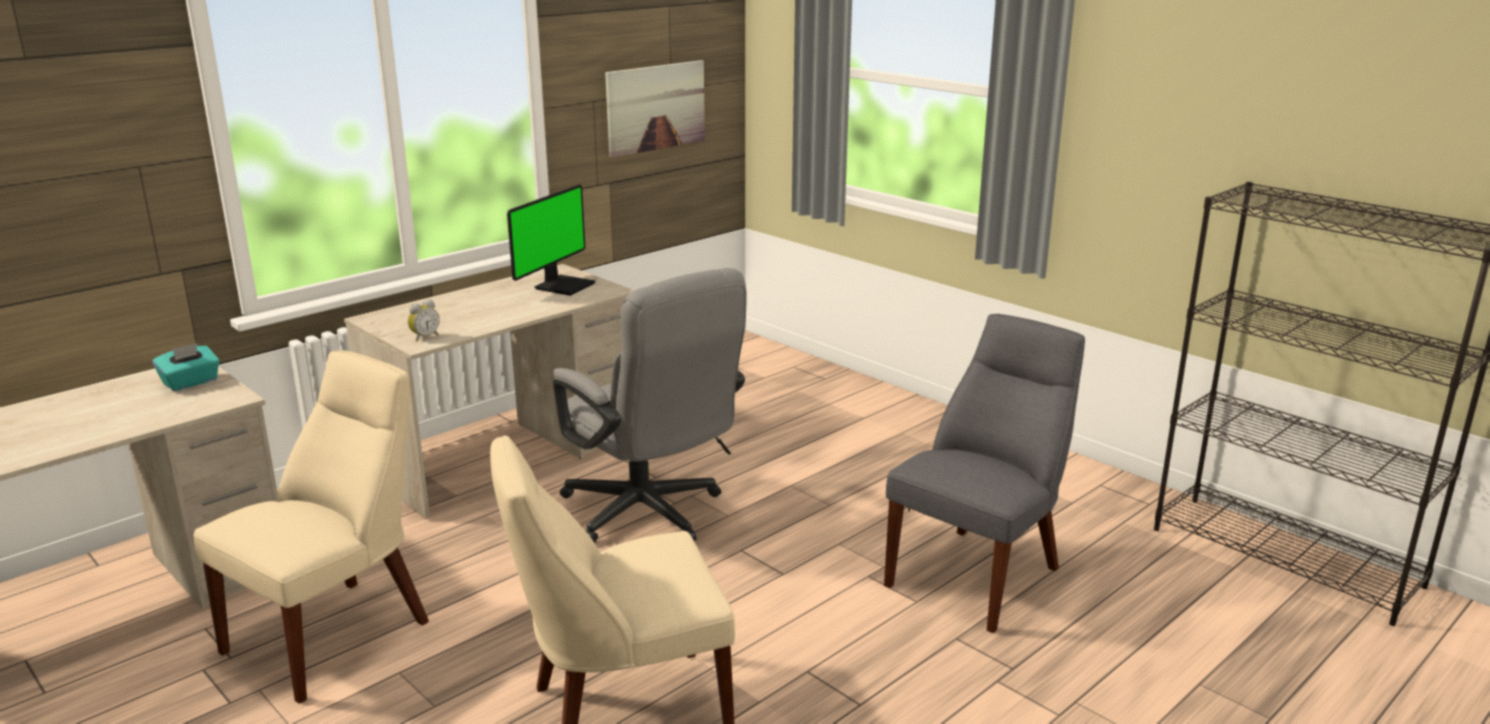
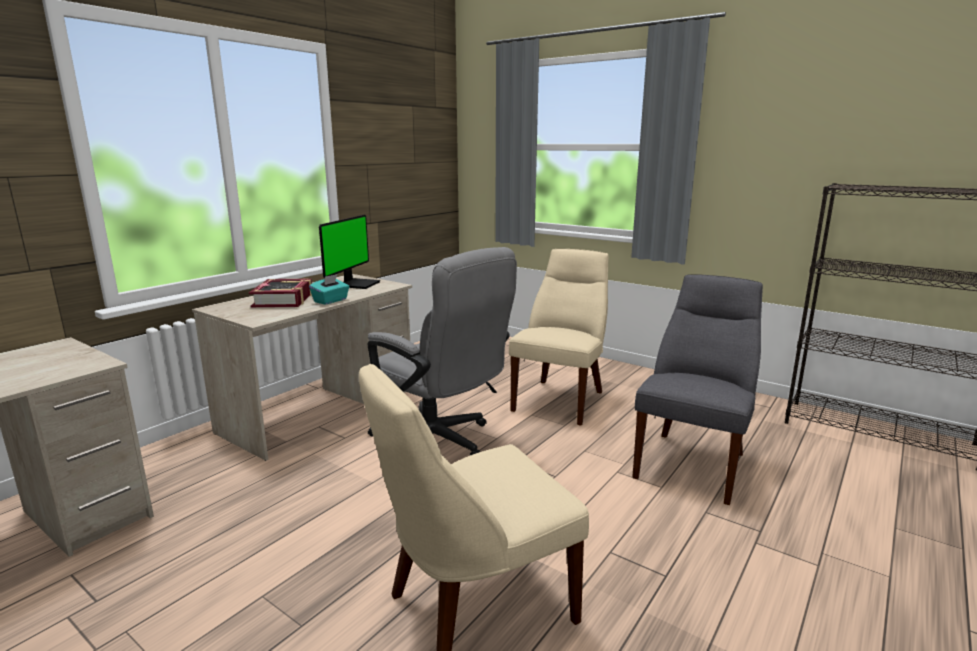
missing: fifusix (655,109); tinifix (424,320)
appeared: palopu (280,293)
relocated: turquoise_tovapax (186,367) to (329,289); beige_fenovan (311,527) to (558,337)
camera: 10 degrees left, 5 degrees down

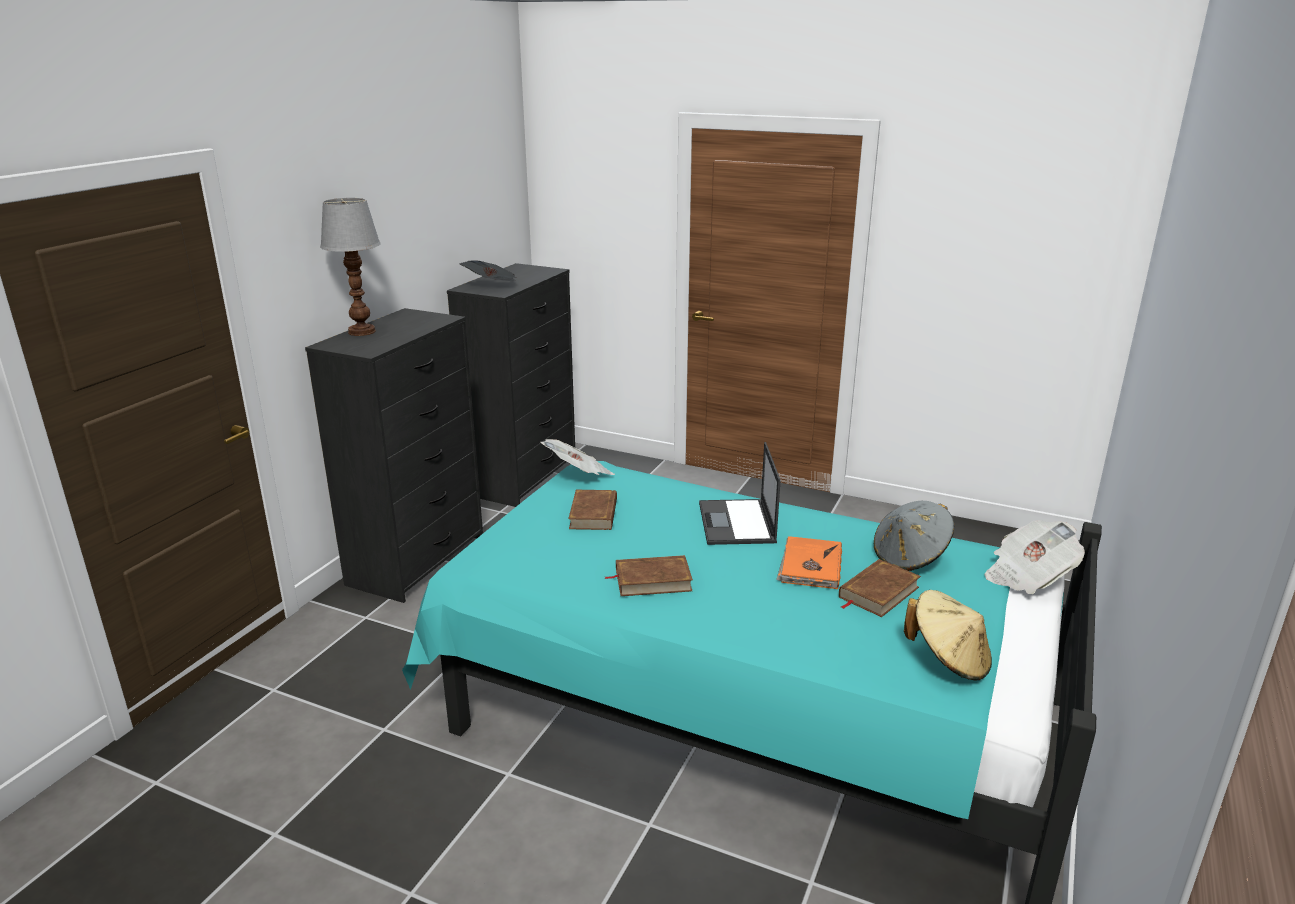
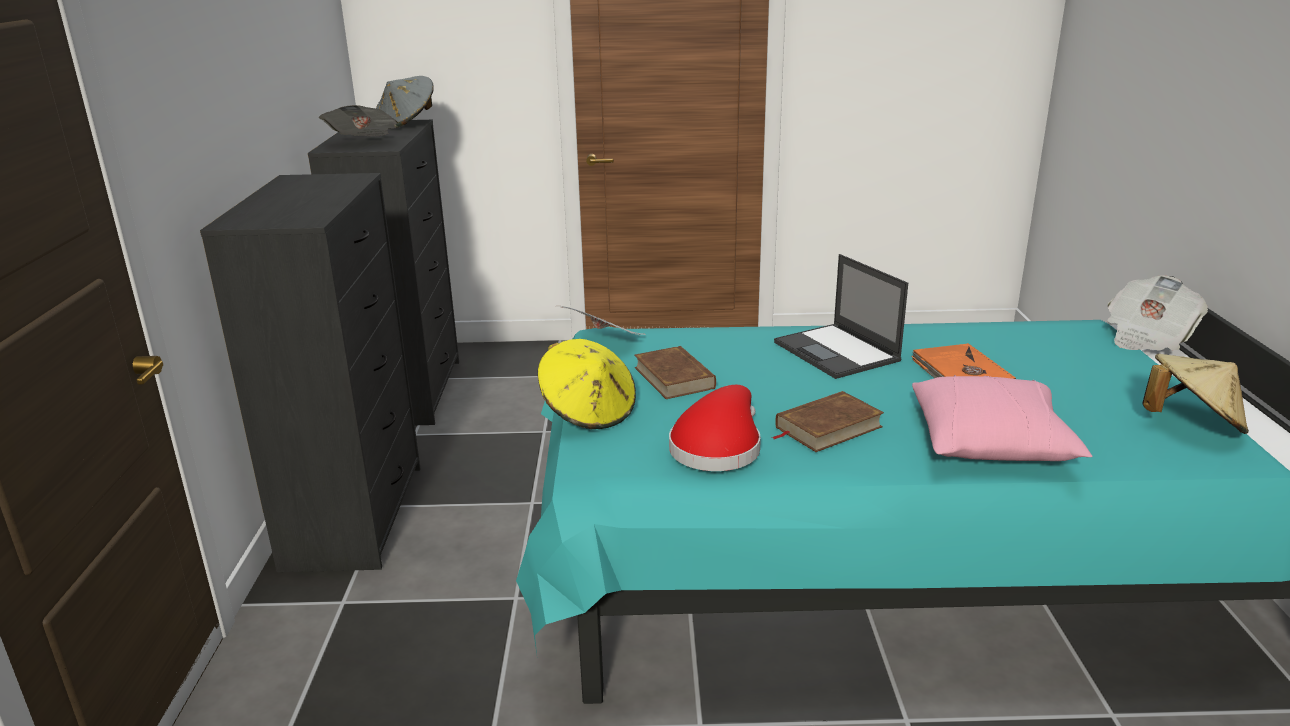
missing: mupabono (350,267); brown_palopu (880,588)
appeared: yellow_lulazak (587,384); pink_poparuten (1002,418); red_lulazak (715,428)
relocated: grey_lulazak (914,536) to (405,102)
camera: 25 degrees left, 0 degrees up

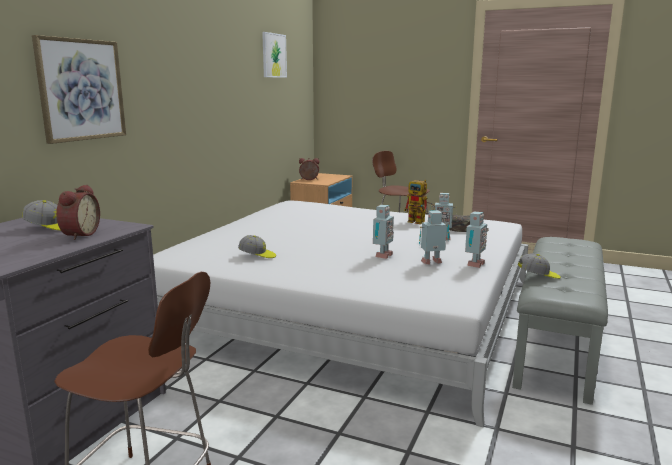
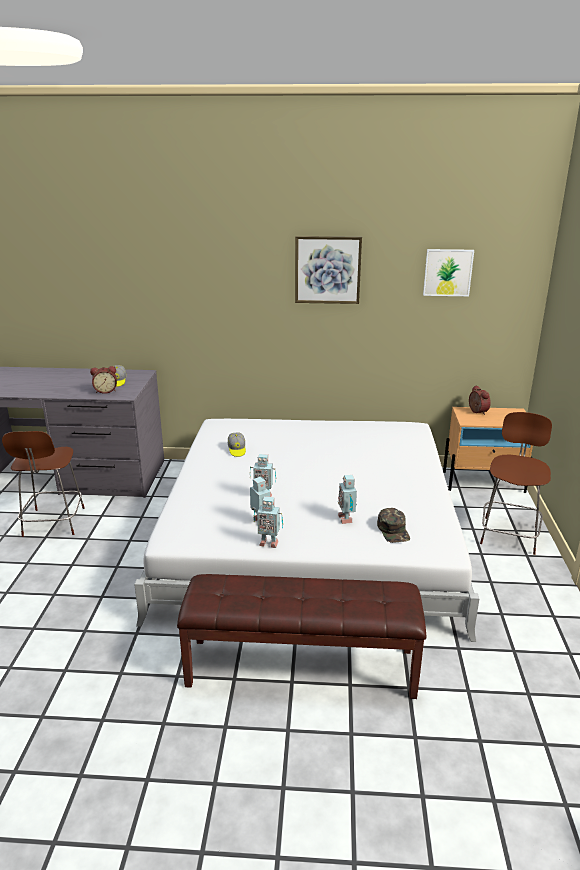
missing: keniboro (419,202); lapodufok (539,266)
relocated: fifusix (79,89) to (328,270)
colour: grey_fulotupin (560,321) to brown_fulotupin (301,636)
camera: 70 degrees right, 10 degrees up

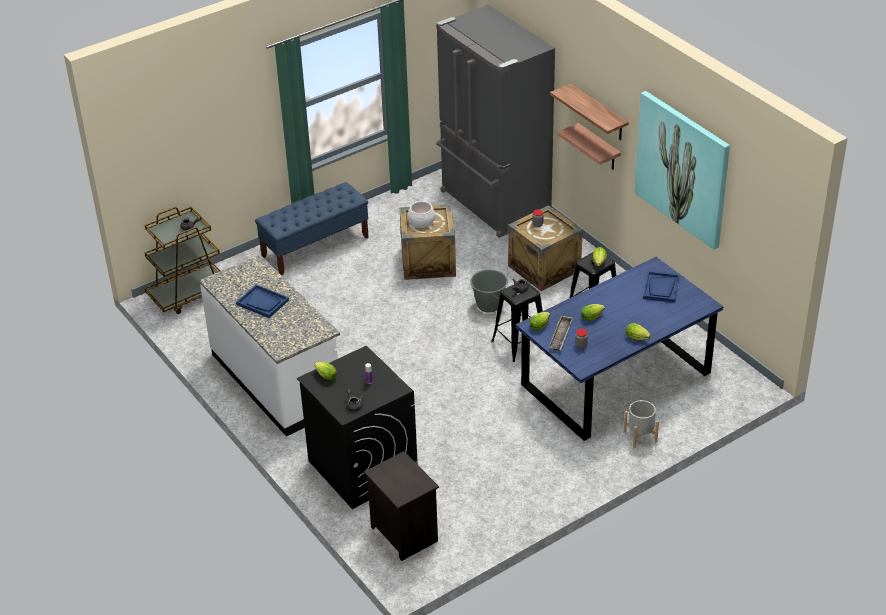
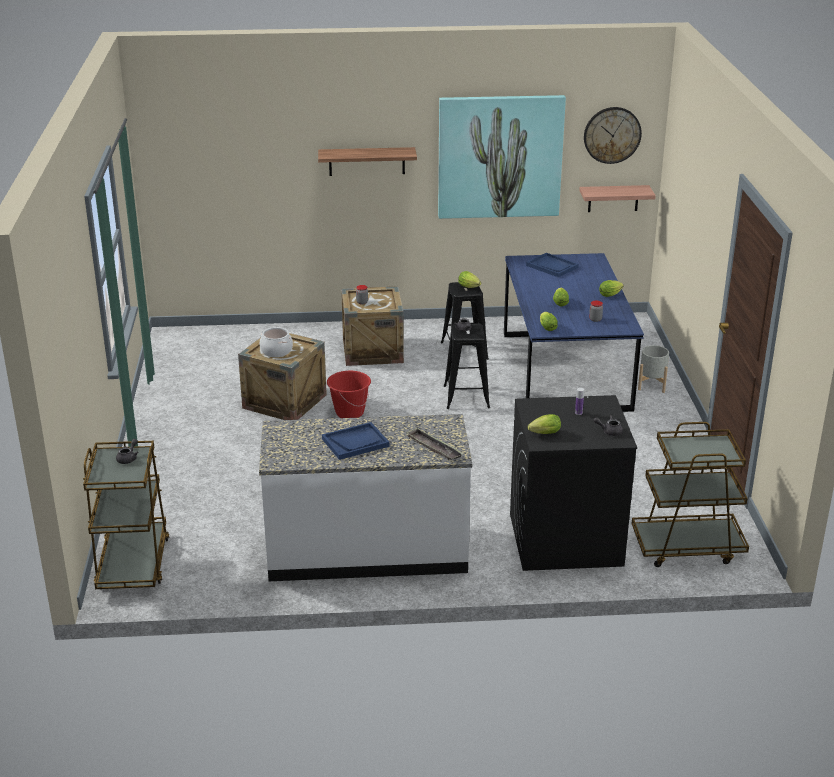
missing: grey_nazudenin (495,121); blue_fulotupin (312,228); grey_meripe (489,291)
appeared: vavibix (613,135); red_meripe (349,394)
relocated: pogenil (589,146) to (617,198); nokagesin (561,333) to (434,444)
exchanged: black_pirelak (401,506) to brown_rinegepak (690,494)
camera: 60 degrees left, 10 degrees down

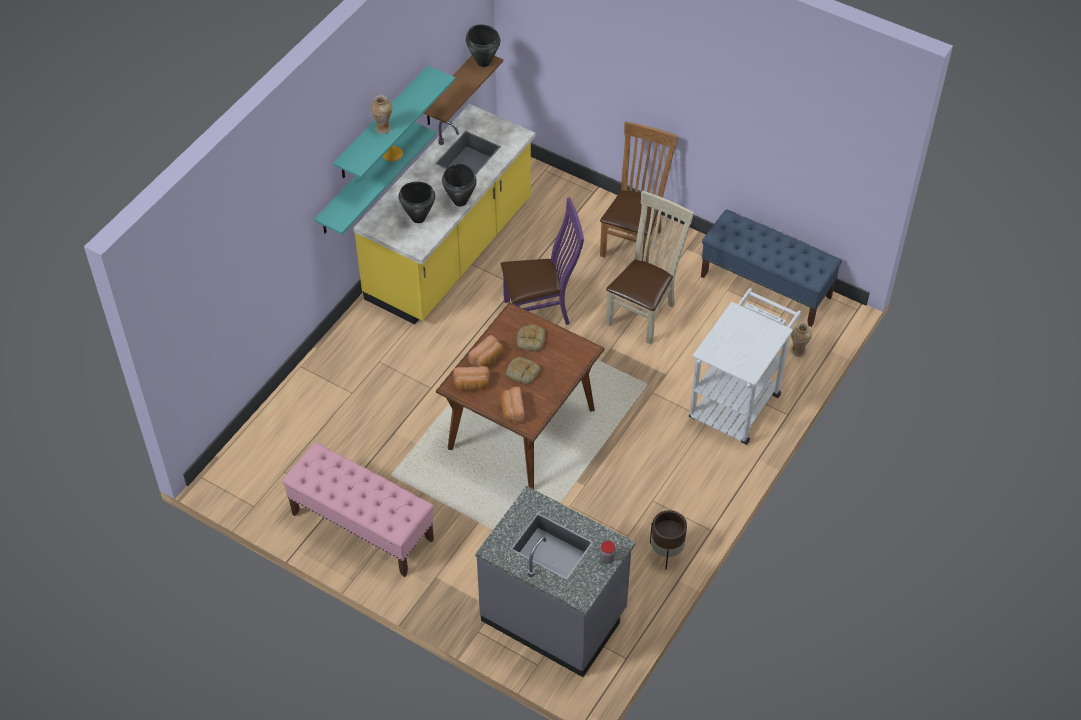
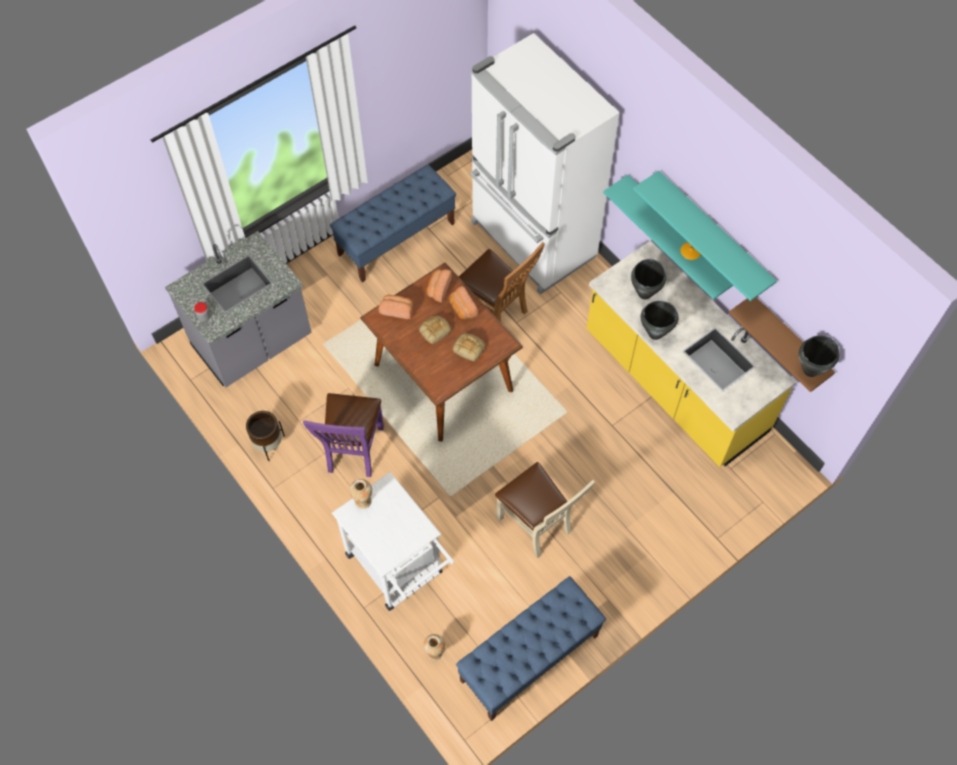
appeared: white_nazudenin (545,164)
relocated: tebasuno (381,114) to (361,494); brown_fenovan (639,192) to (502,282); purple_fenovan (542,261) to (343,435)
colour: pink_fulotupin (358,509) to blue_fulotupin (393,223)
camera: 110 degrees right, 10 degrees up

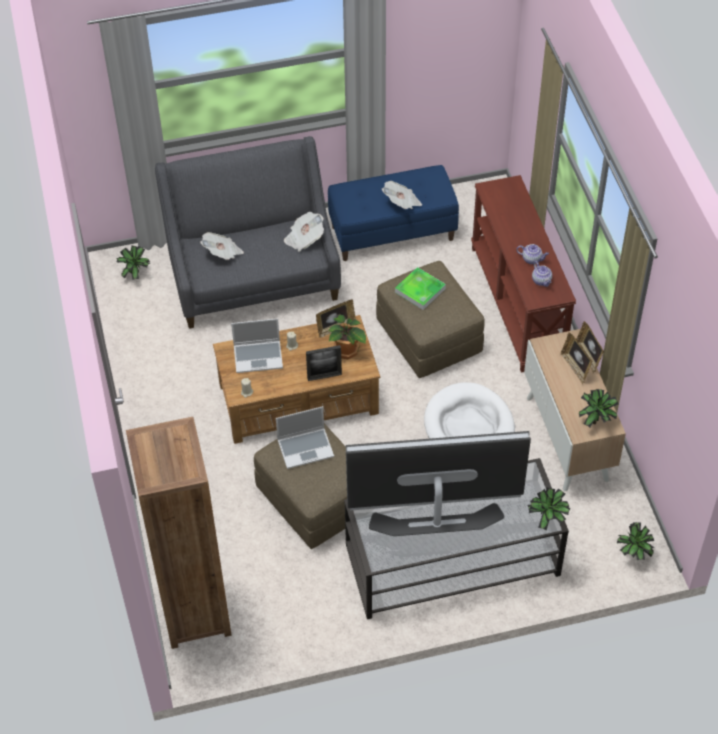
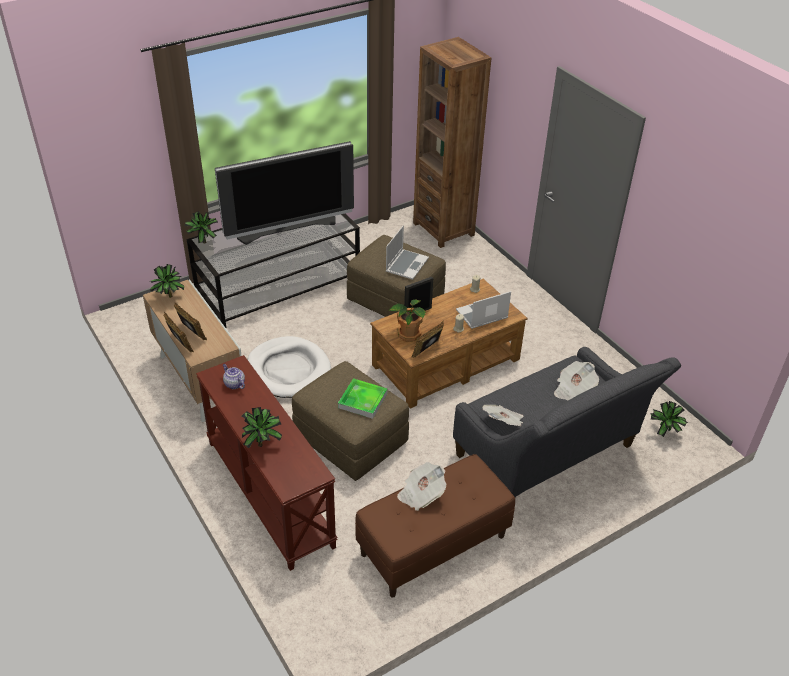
missing: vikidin (532,254)
relocated: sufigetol (635,541) to (262,427)
colour: blue_fulotupin (393,213) to brown_fulotupin (435,526)
spun: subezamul (305,437) = (407,252) 150 degrees clockwise
camera: 160 degrees right, 10 degrees down

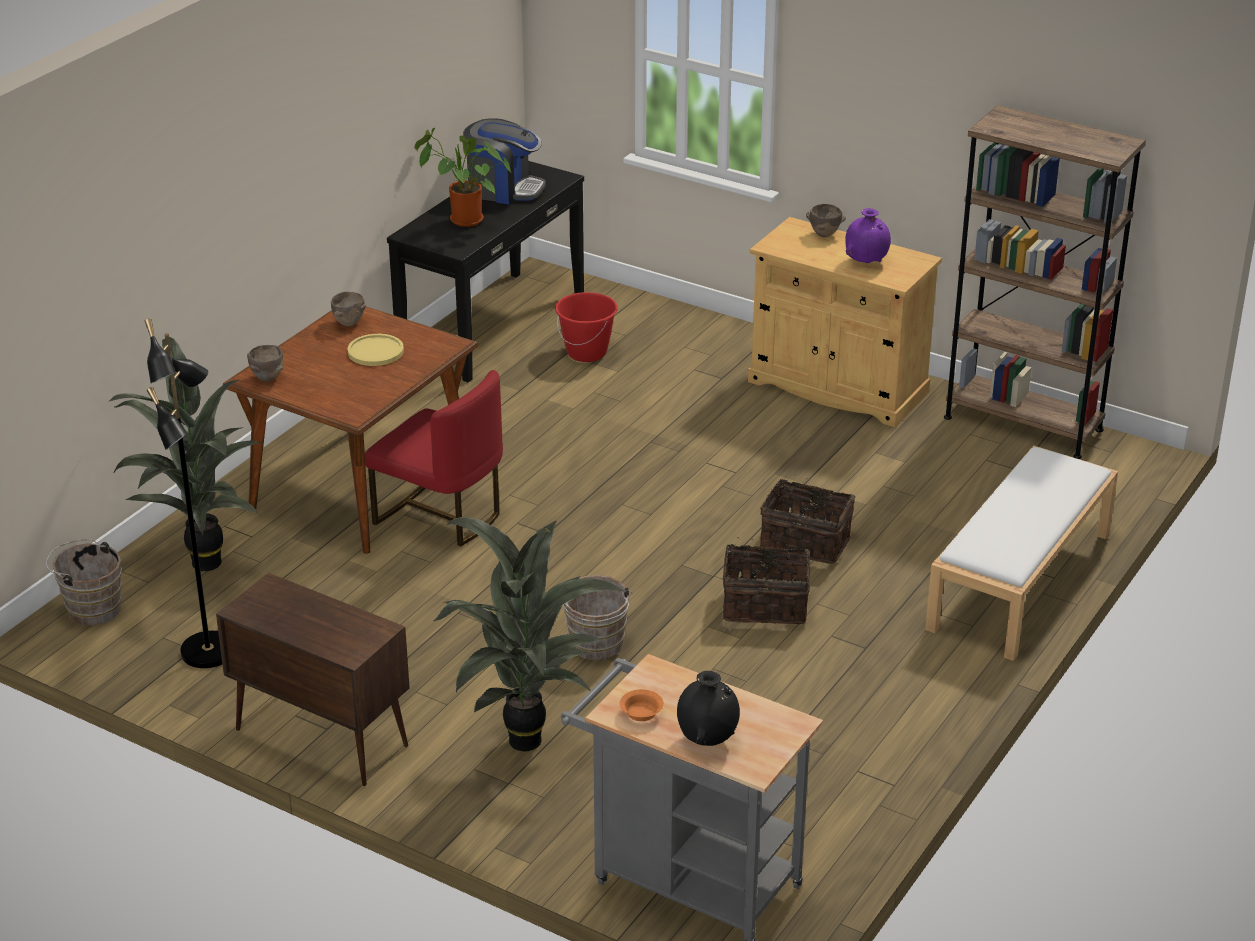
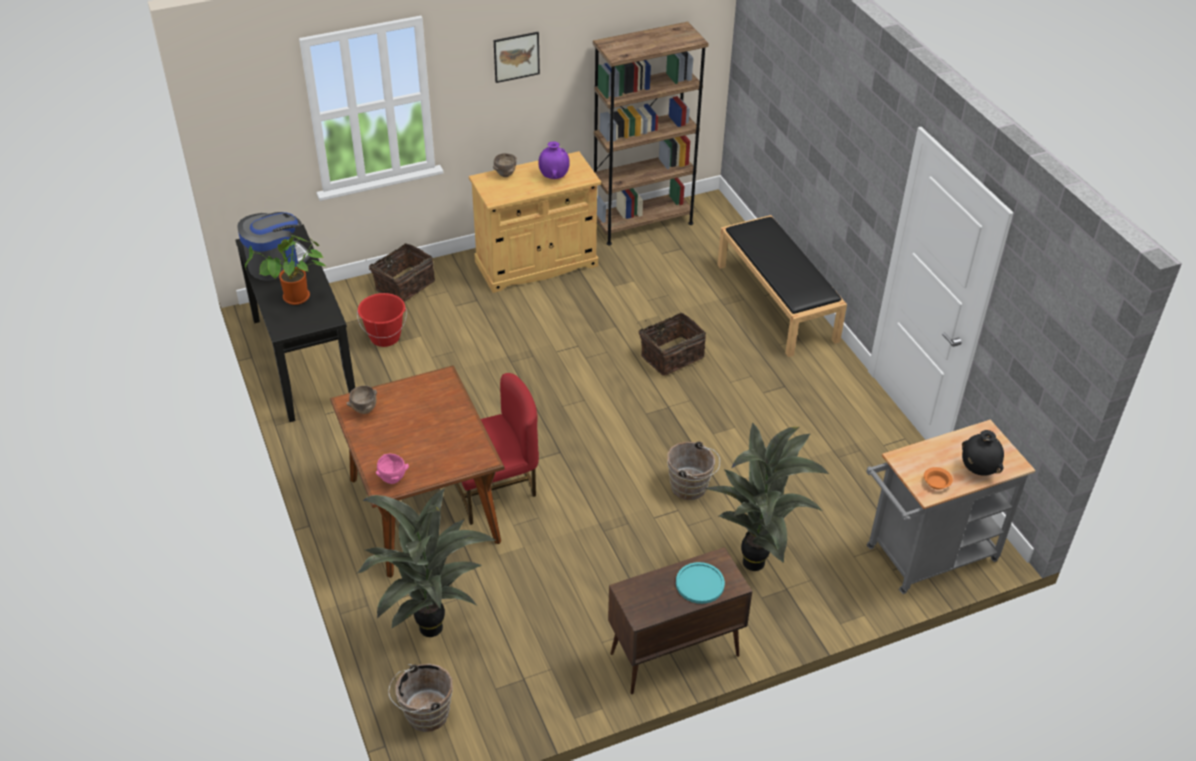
missing: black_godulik (183,493); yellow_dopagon (375,350)
appeared: fifusix (517,57); turquoise_dopagon (700,583)
relocated: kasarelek (766,580) to (402,272)
colour: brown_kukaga (265,363) to pink_kukaga (392,469); white_fulotupin (1021,553) to black_fulotupin (782,286)
camera: 55 degrees left, 10 degrees up

